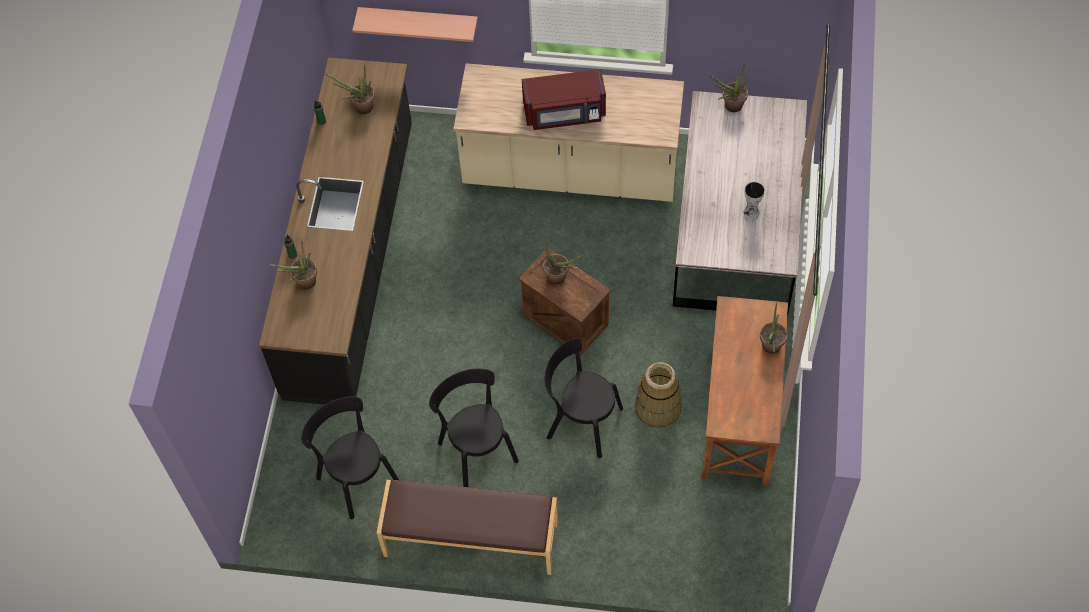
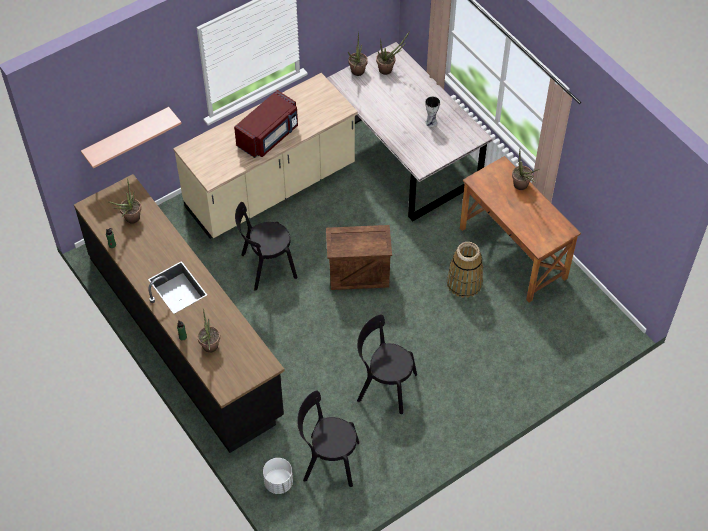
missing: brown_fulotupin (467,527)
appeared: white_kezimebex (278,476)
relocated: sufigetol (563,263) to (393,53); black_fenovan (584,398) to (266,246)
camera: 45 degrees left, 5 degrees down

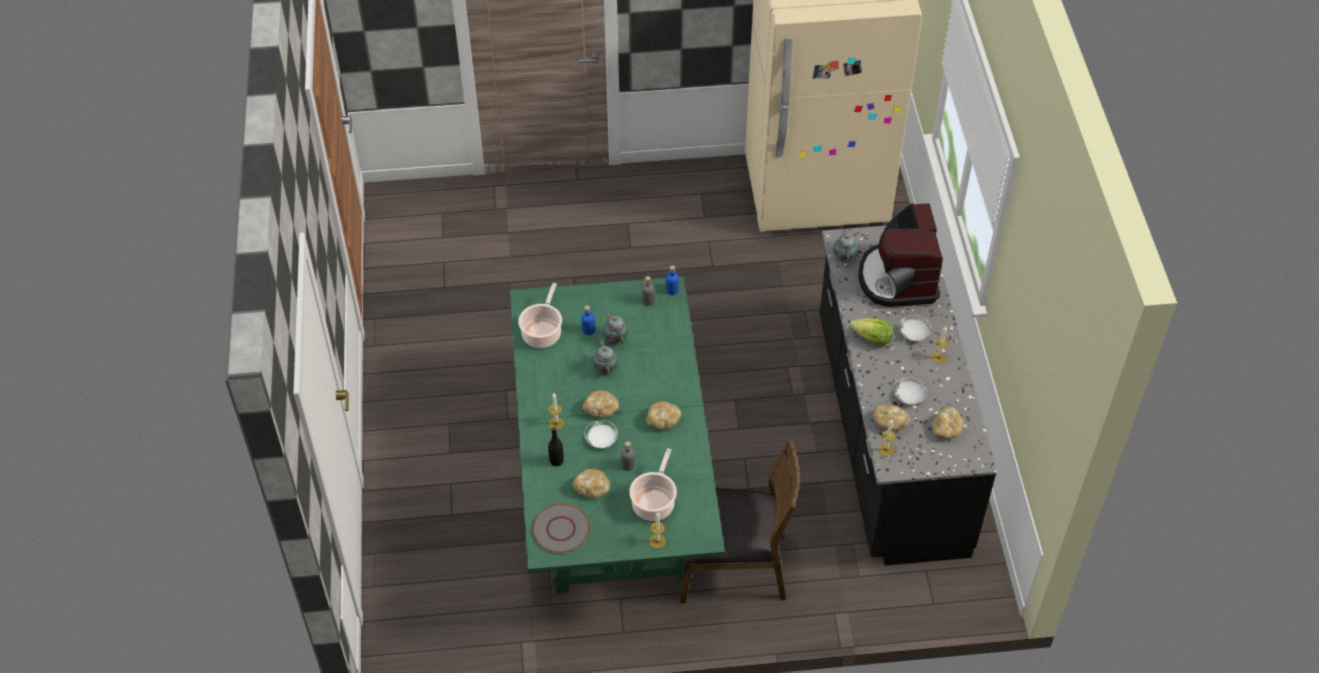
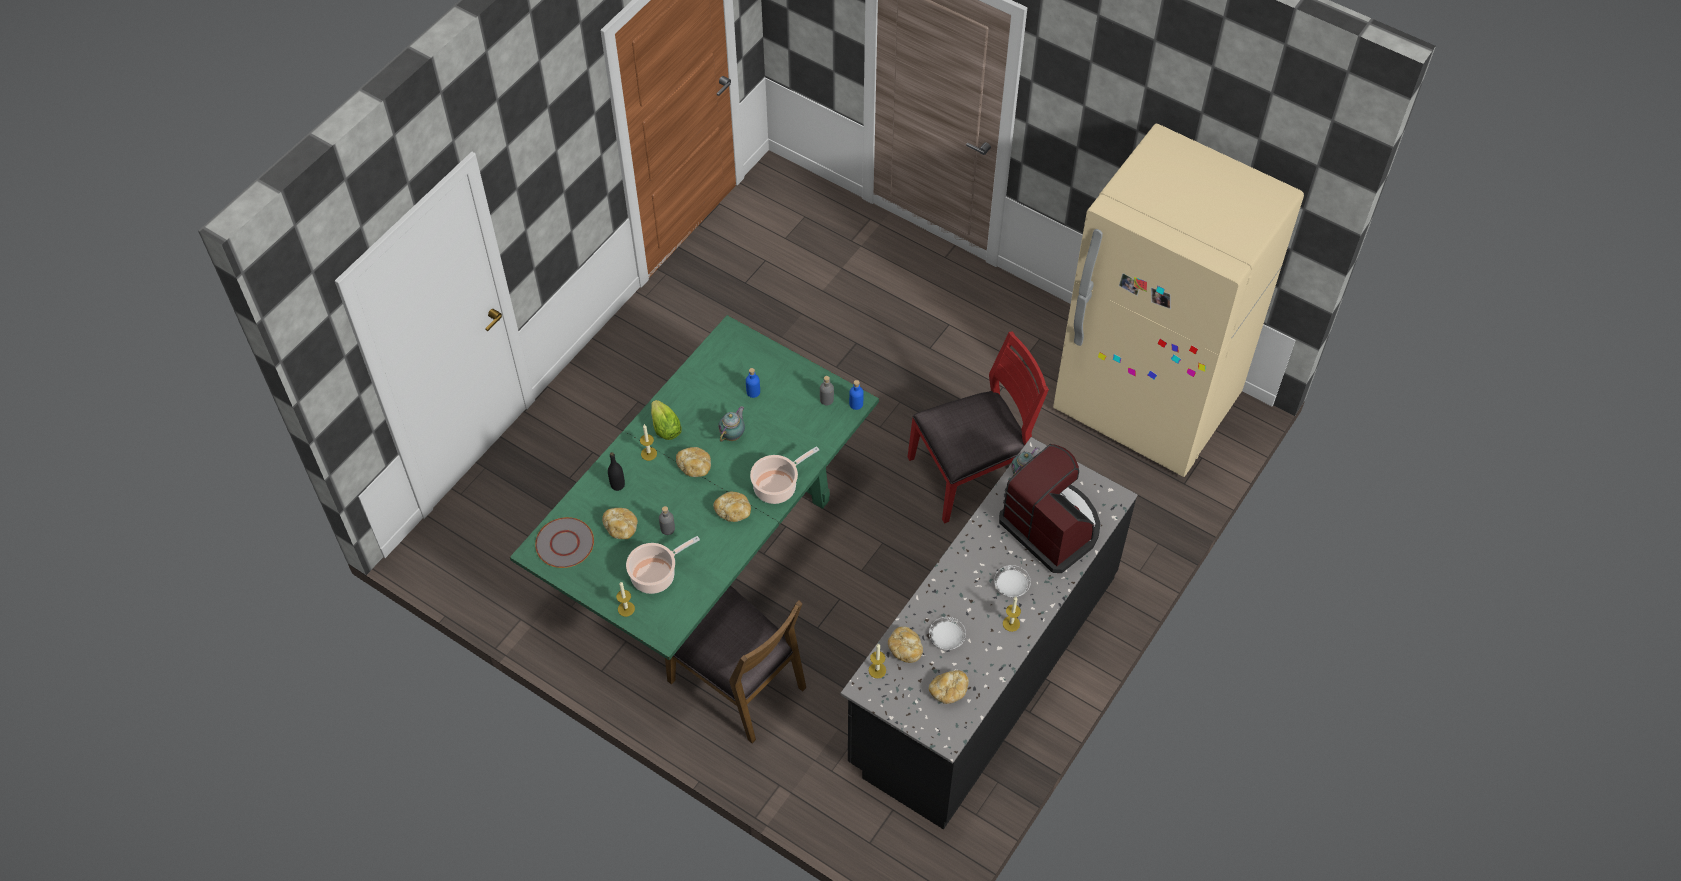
missing: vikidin (615,327); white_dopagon (601,434)
appeared: red_fenovan (978,427)
relocated: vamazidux (540,315) to (784,475); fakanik (871,332) to (666,420)
spun: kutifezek (900,255) = (1050,508) 105 degrees clockwise
camera: 40 degrees right, 5 degrees up

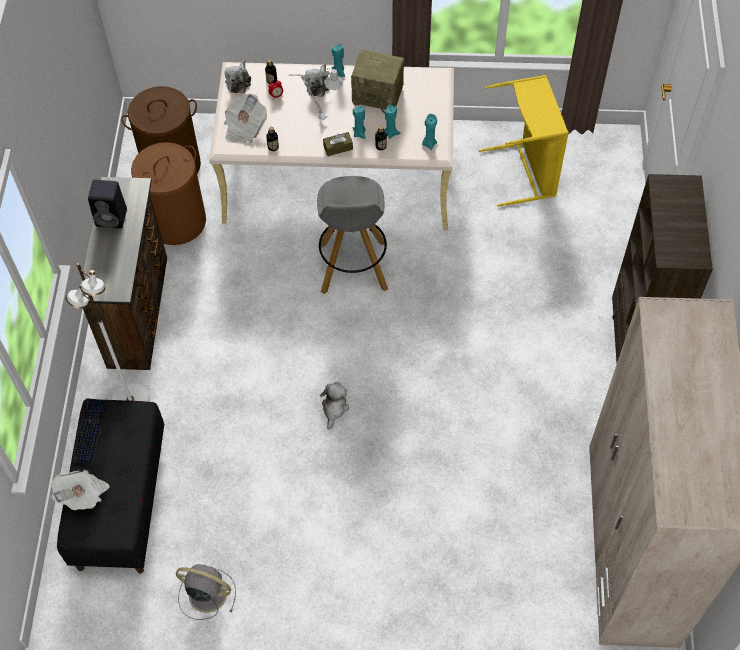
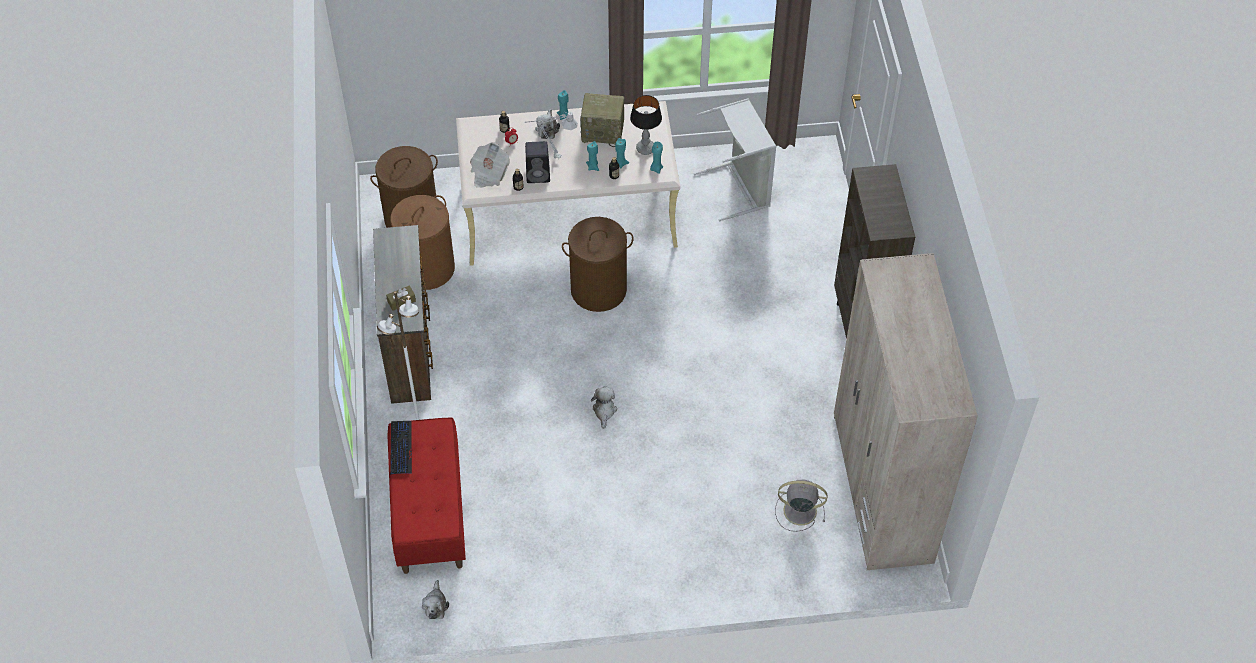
missing: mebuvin (80,490)
appeared: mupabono (646,125)
relocated: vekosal (238,77) to (435,599); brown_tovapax (338,144) to (401,298); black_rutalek (107,204) to (537,162); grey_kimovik (206,592) to (801,506)
exchanged: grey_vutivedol (352,235) to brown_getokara (598,264)
colour: yellow_getokara (524,141) to grey_getokara (735,159); black_fulotupin (110,486) to red_fulotupin (427,495)
camera: 10 degrees left, 5 degrees down

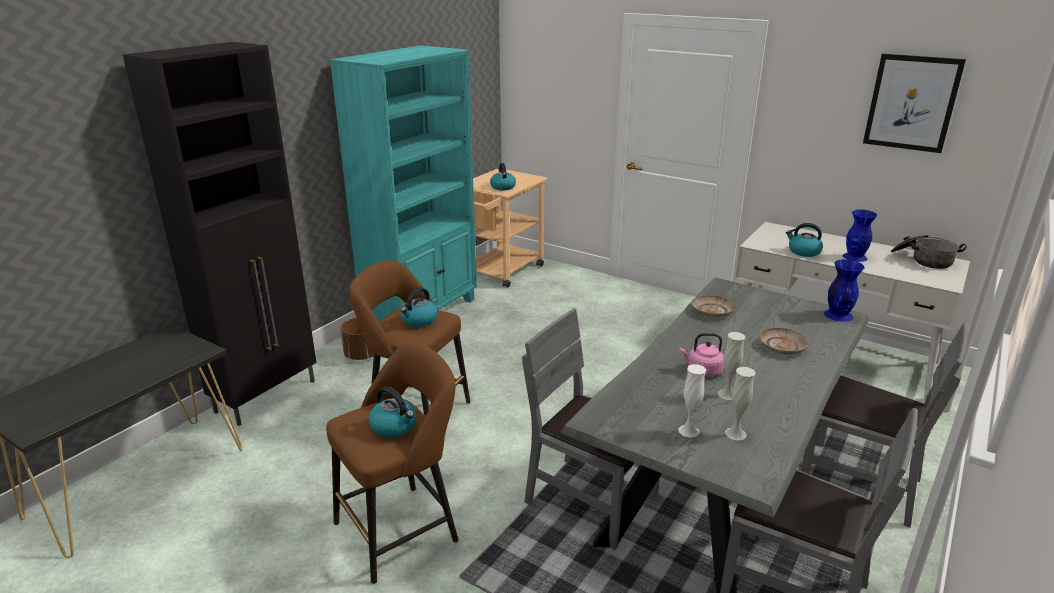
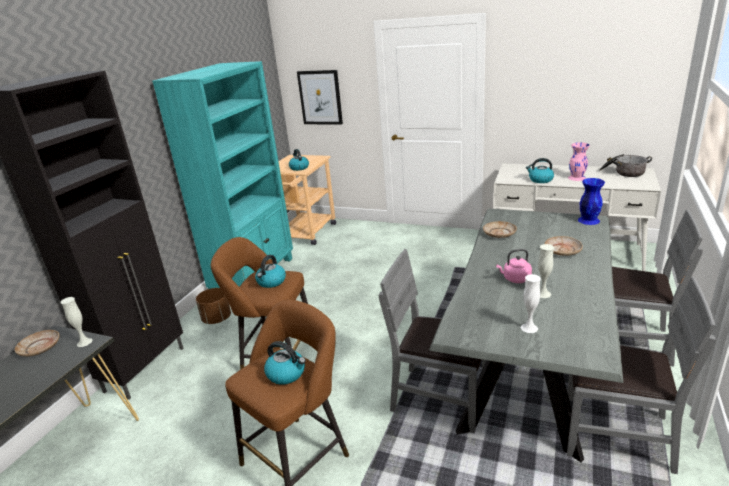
appeared: beige_dopagon (37,343)
relocated: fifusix (914,103) to (320,97); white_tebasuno (740,403) to (76,322)
colour: blue_tebasuno (860,236) to pink_tebasuno (579,161)
camera: 10 degrees left, 0 degrees up

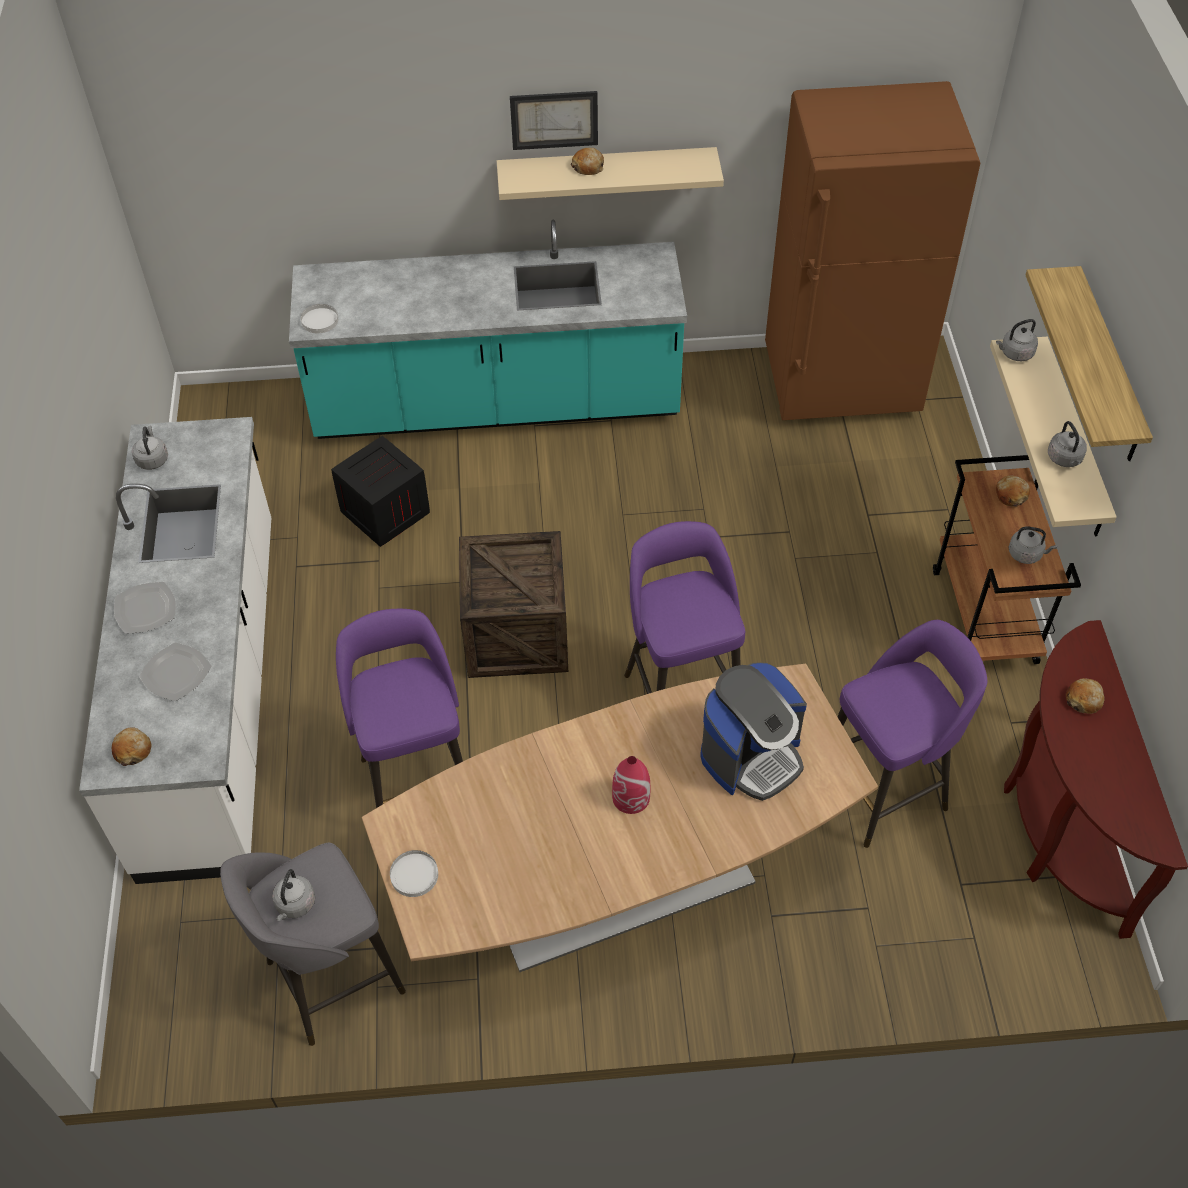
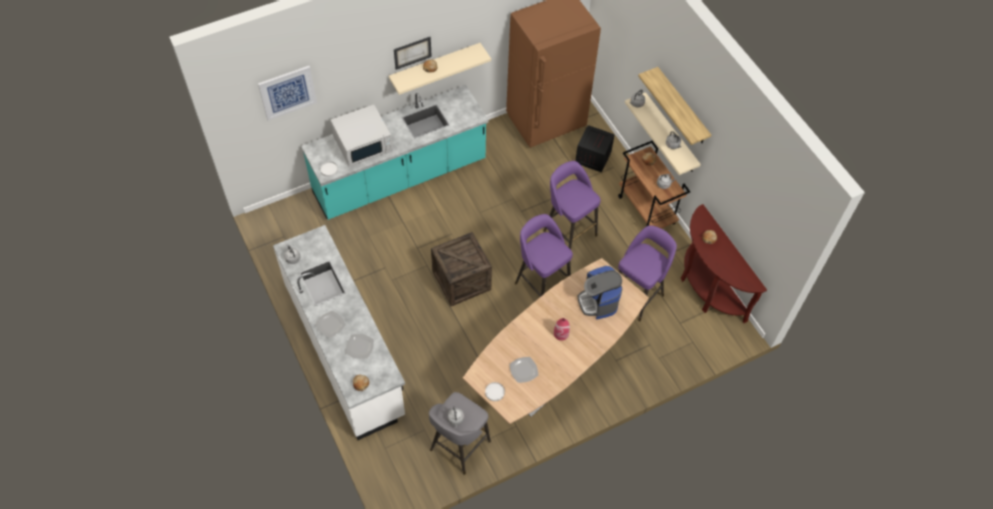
appeared: fifusix (287,93); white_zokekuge (361,136); dopagon (524,370)
relocated: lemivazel (380,491) to (595,148); purple_vutivedol (399,708) to (572,205)
spun: kutifezek (753,731) = (600,292) 135 degrees clockwise
camera: 25 degrees left, 5 degrees up

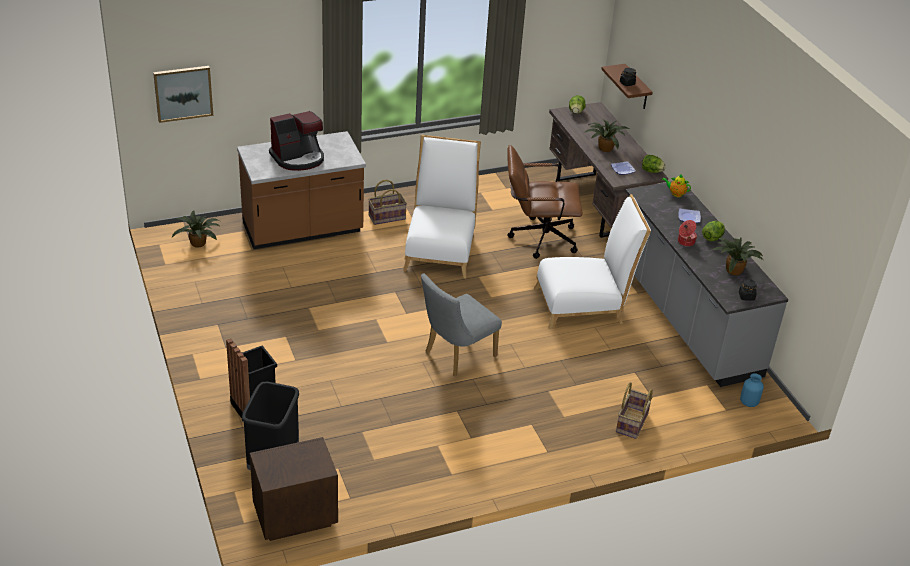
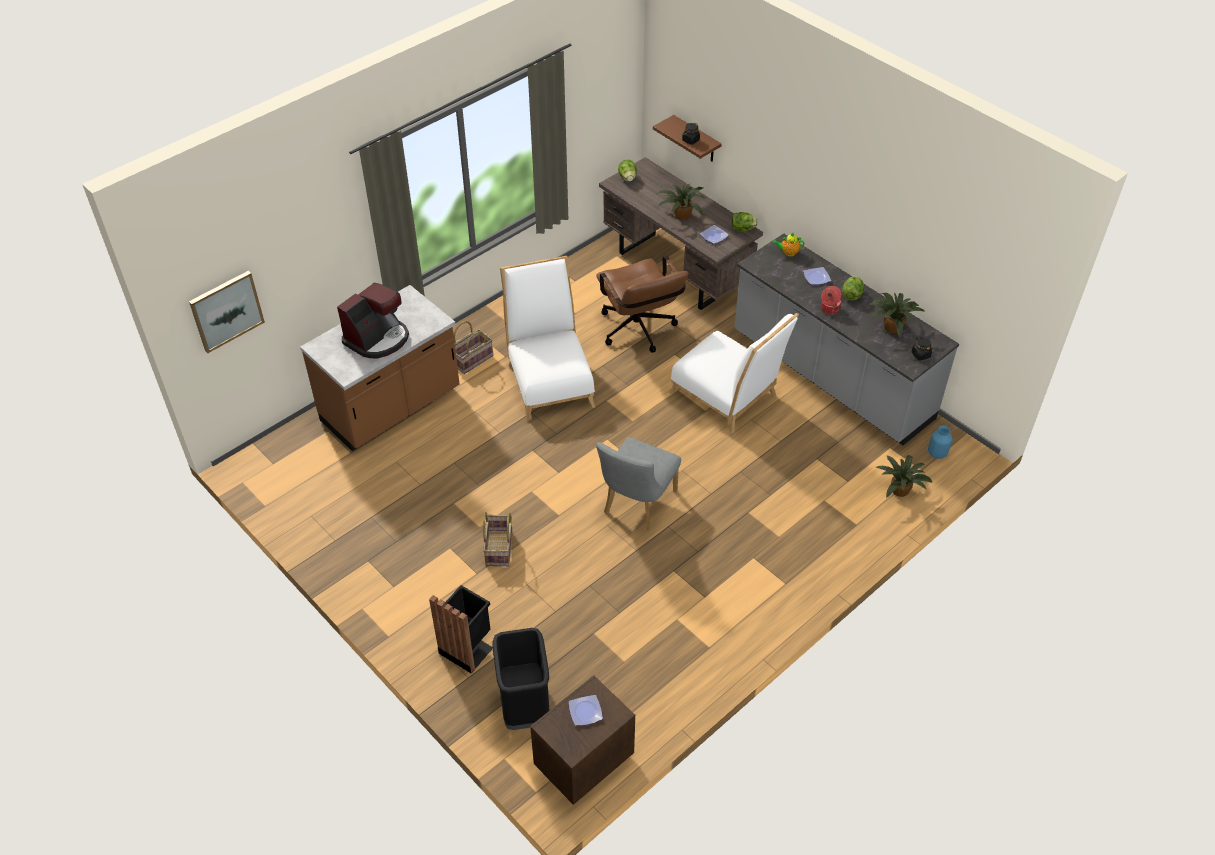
appeared: dopagon (586,710)
relocated: sufigetol (196,229) to (904,476); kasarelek (634,410) to (497,539)
spun: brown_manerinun (545,202) = (642,304) 90 degrees counterclockwise; white_fenovan (592,261) = (734,373) 75 degrees clockwise
camera: 20 degrees left, 10 degrees up

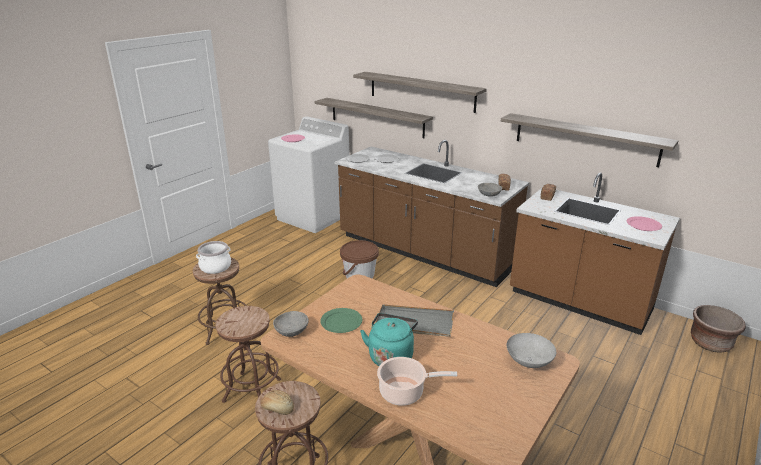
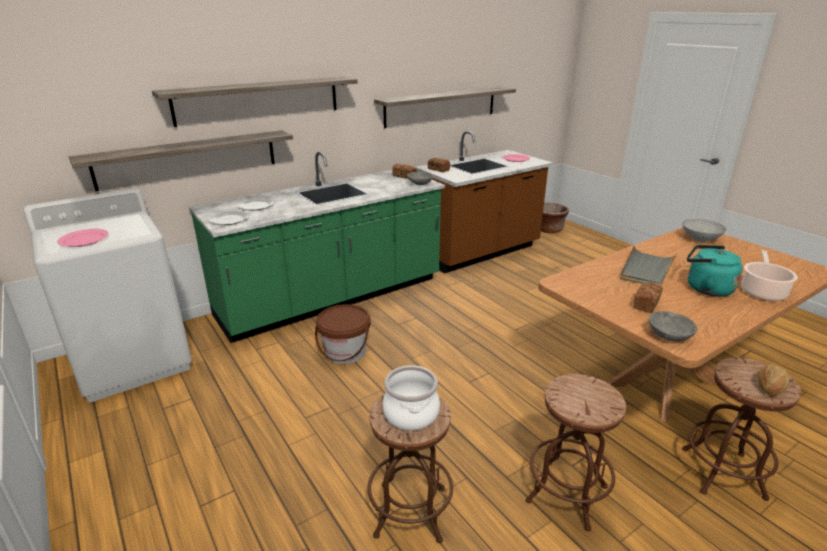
exchanged: green_dopagon (341,320) to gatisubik (648,297)
colour: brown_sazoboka (432,213) to green_sazoboka (317,247)
camera: 70 degrees left, 0 degrees up

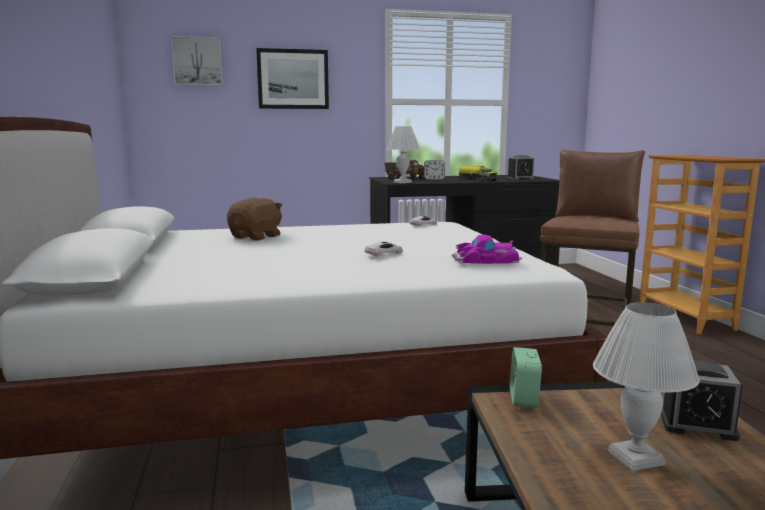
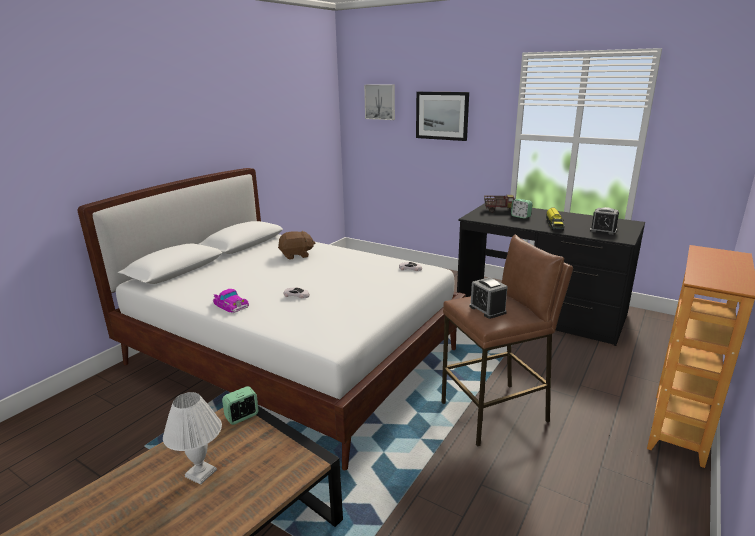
missing: white_mupabono (403,154)
relocated: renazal (487,249) to (231,301); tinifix (702,401) to (488,298)
camera: 45 degrees right, 10 degrees up

